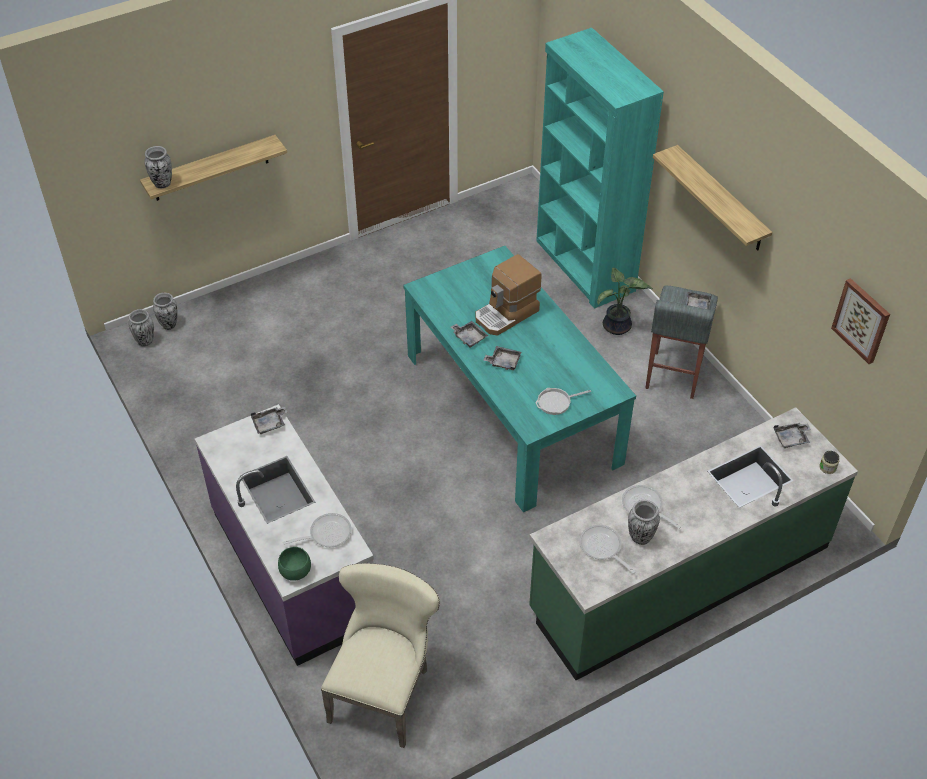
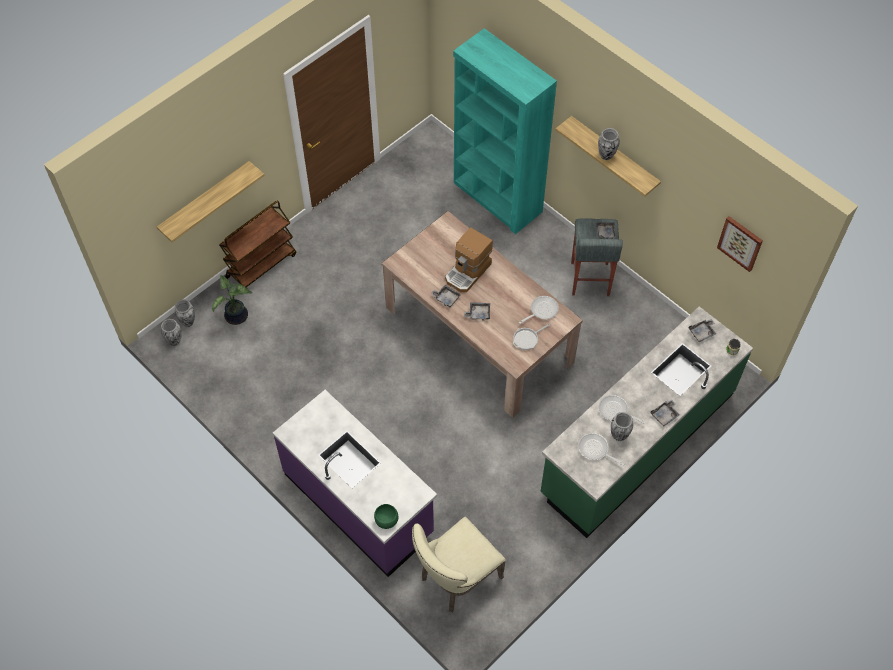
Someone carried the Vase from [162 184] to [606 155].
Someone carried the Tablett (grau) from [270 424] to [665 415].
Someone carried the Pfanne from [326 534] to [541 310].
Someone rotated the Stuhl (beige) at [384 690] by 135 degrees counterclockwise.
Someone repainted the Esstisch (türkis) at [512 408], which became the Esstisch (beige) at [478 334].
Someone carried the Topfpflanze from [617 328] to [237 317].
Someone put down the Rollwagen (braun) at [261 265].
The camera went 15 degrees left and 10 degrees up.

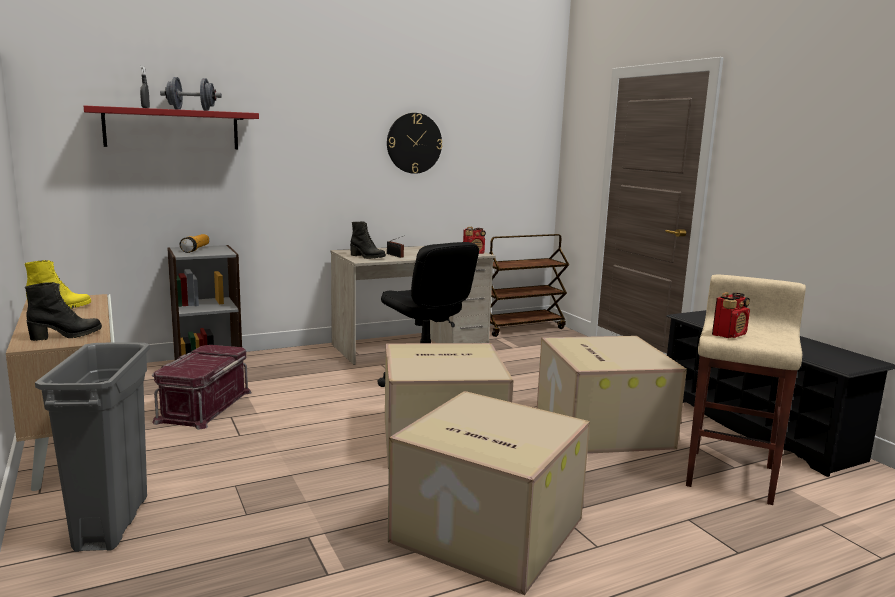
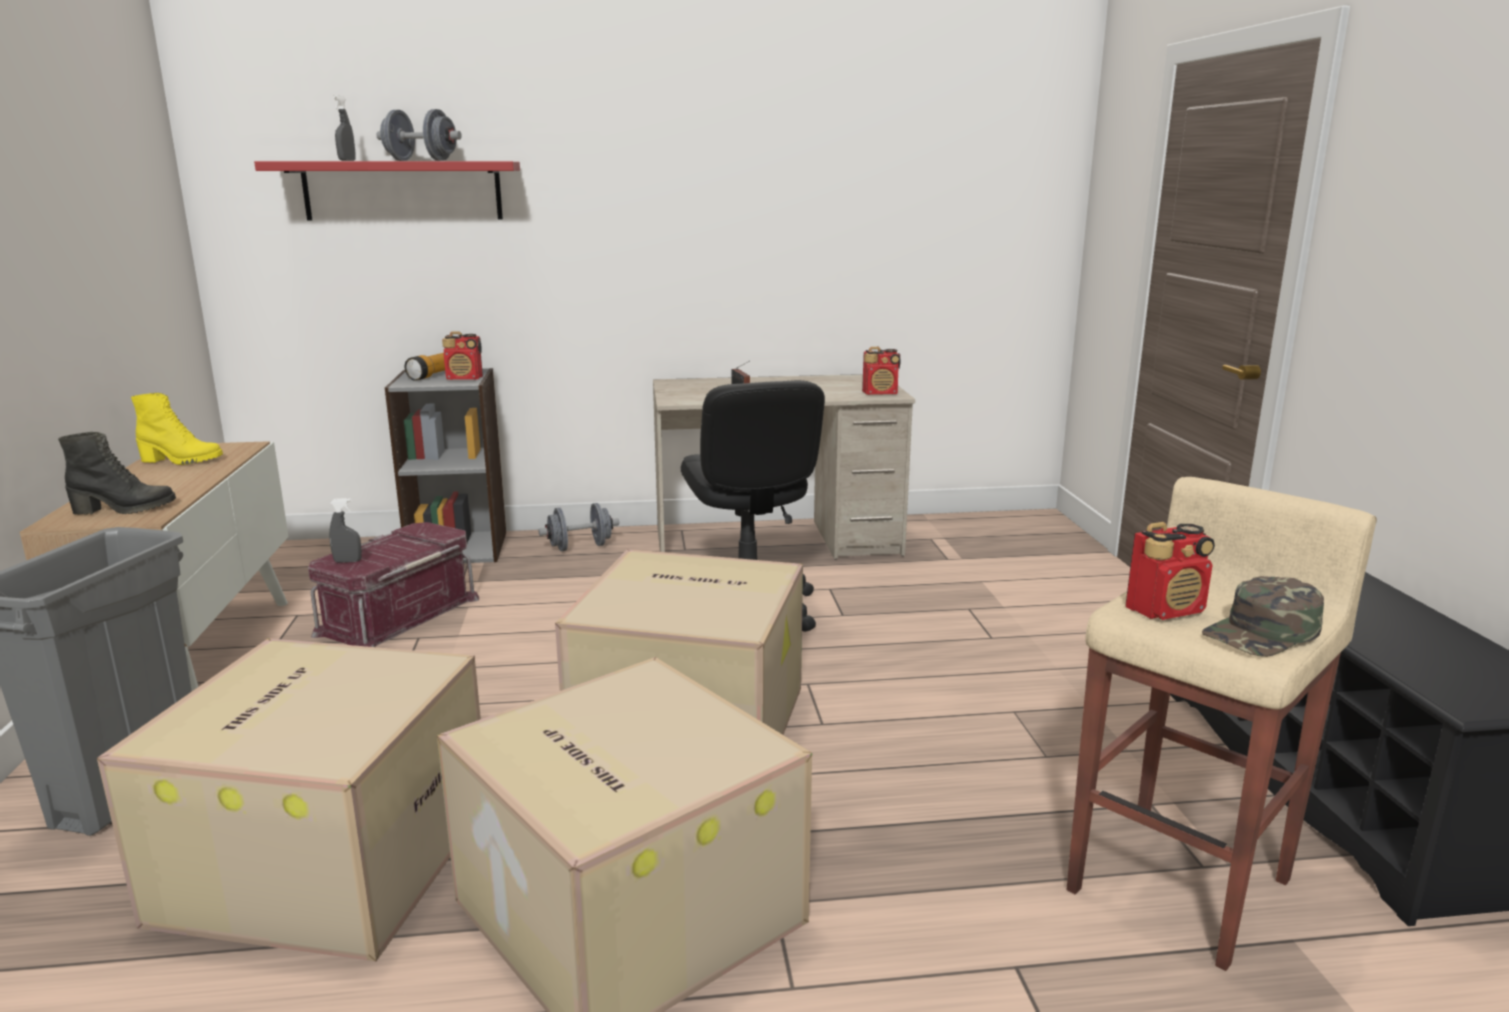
Someone took away the Stiefel (schwarz) at [367 257].
Someone took away the Wanduhr at [414 143].
Someone took away the Rollwagen (braun) at [521 328].
Someone carried the Karton from [600 427] to [327 857].
Someone put down the Sprühflasche (grau) at [348 561].
Someone put down the Radio at [465 378].
Someone put down the Hantel (grau) at [580 547].
Someone put down the Kappe (grün) at [1263 633].
The camera went 20 degrees right and 5 degrees up.

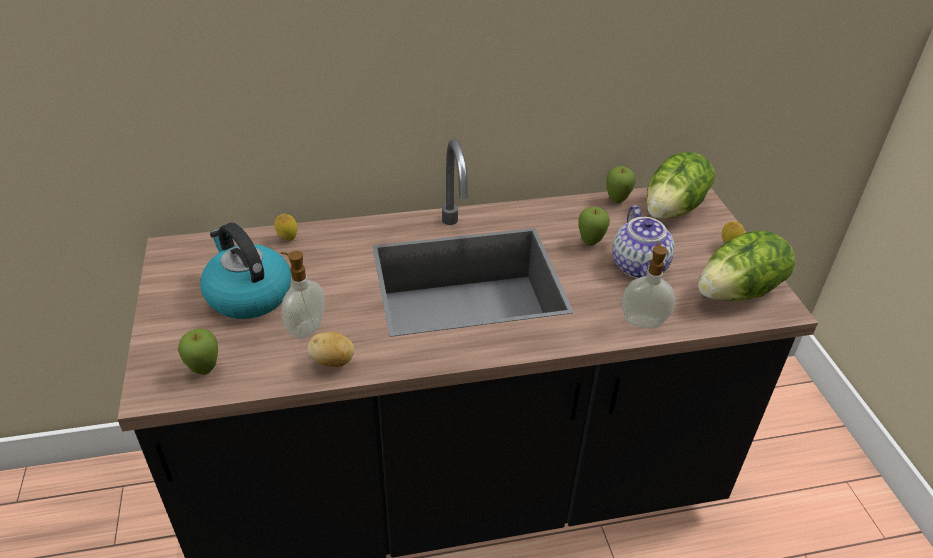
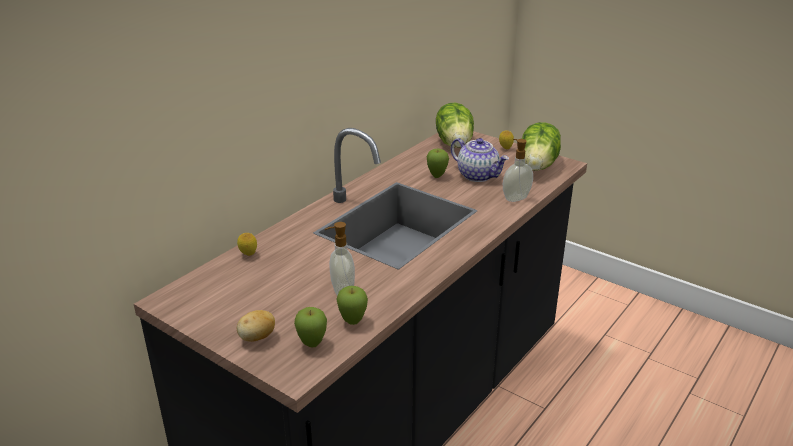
Someone took away the Wasserkessel at [248 295].
Someone carried the Kartoffel from [333 362] to [257 338].
Someone carried the Apfel from [616 201] to [353 322].
The camera went 40 degrees left and 10 degrees down.

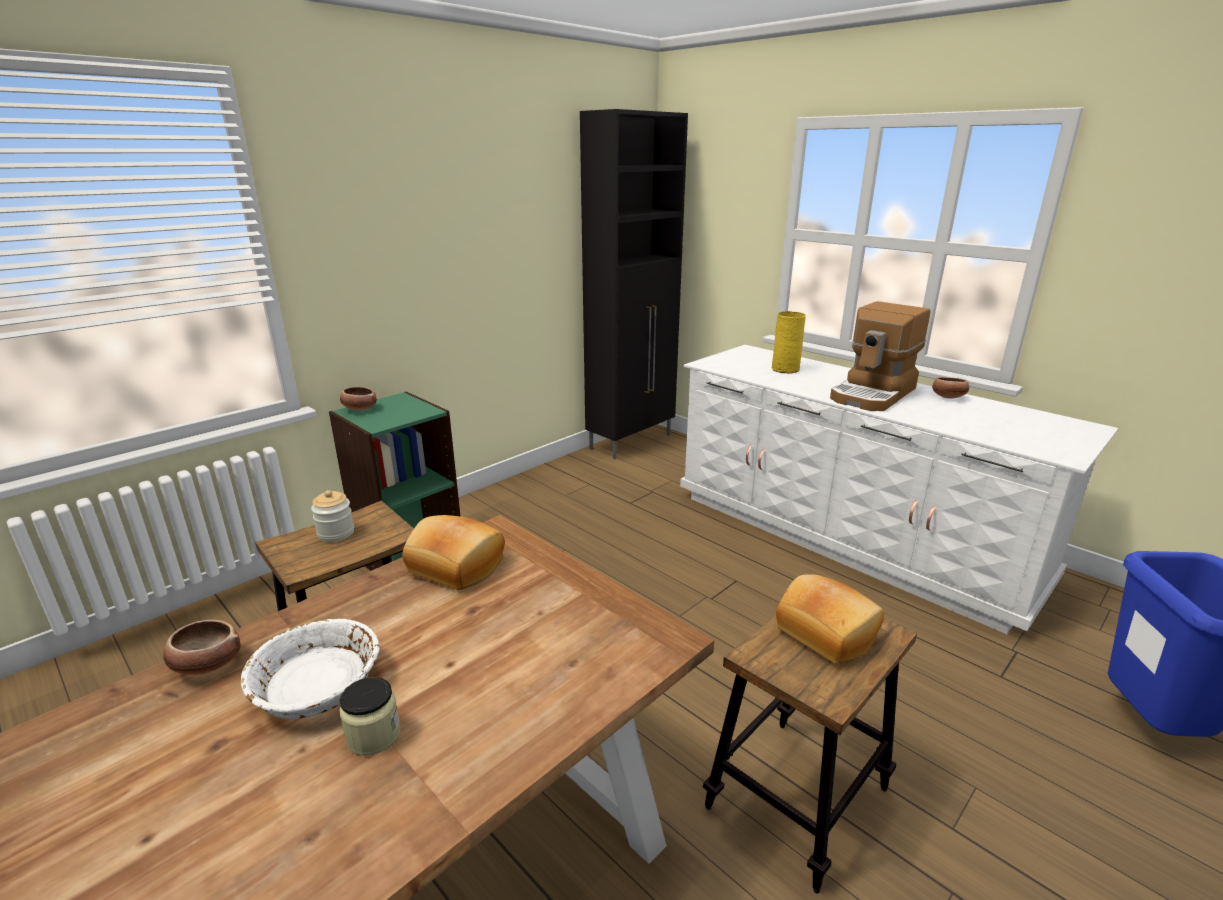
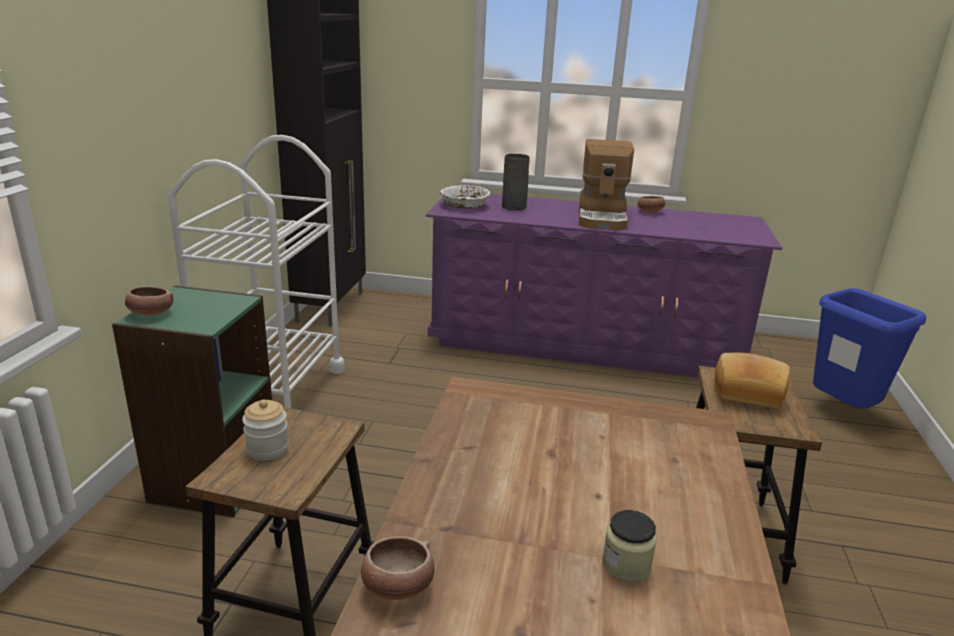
Someone carried the Schüssel (weiß) from [318 685] to [464 205].
Someone took away the Brot at [455 567].
Someone repainted the Kommode (weiß) at [847 536], which became the Kommode (lila) at [584 343].
Someone repainted the Vase (gelb) at [786 369], which became the Vase (grau) at [514 207].
Someone put down the Rollwagen (weiß) at [274 392].
The camera went 35 degrees left and 0 degrees up.

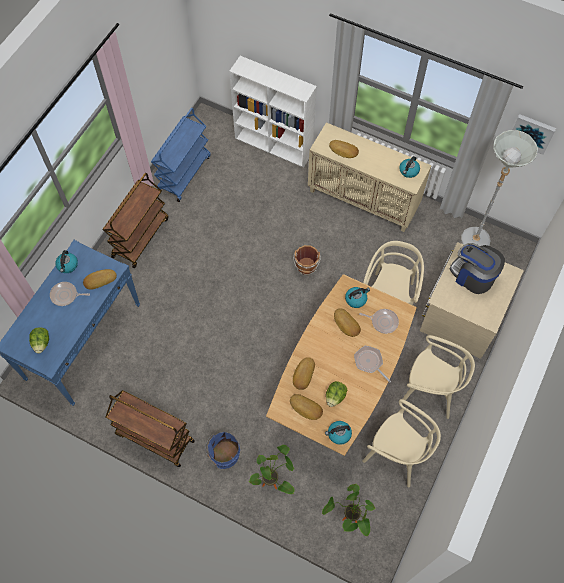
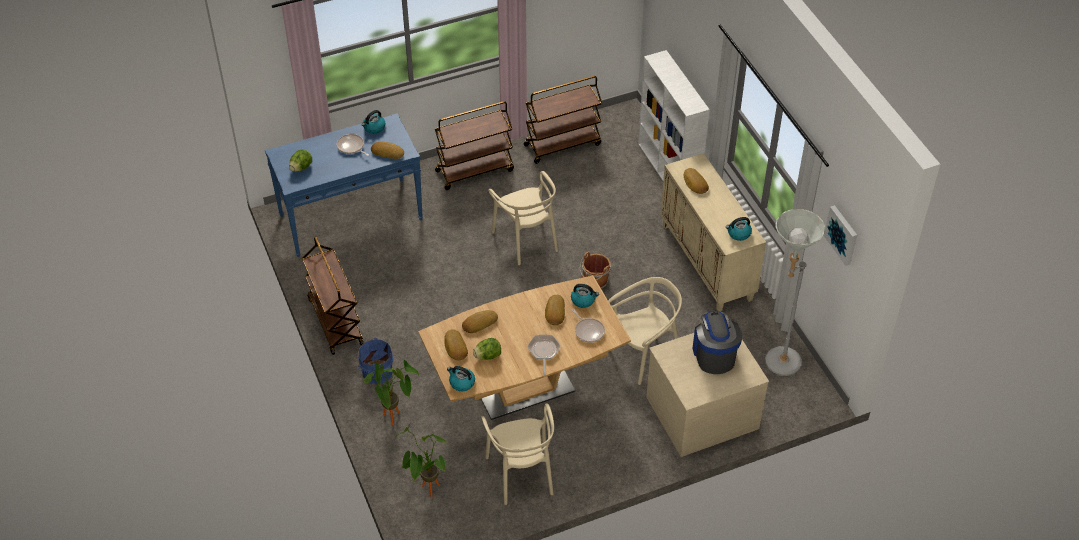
Someone repainted the Rollwagen (blau) at [184 173], which became the Rollwagen (braun) at [562 144].
Someone carried the Stuhl (beige) from [430 390] to [526 240].
The camera went 40 degrees right and 15 degrees down.

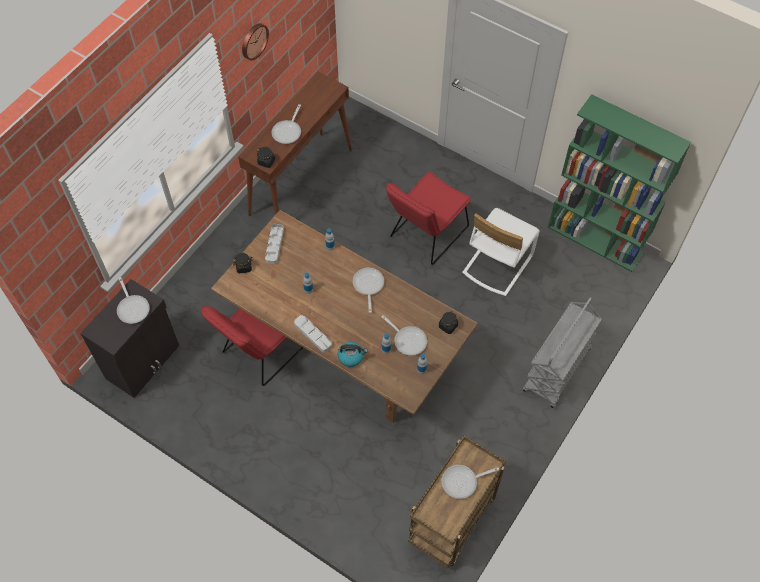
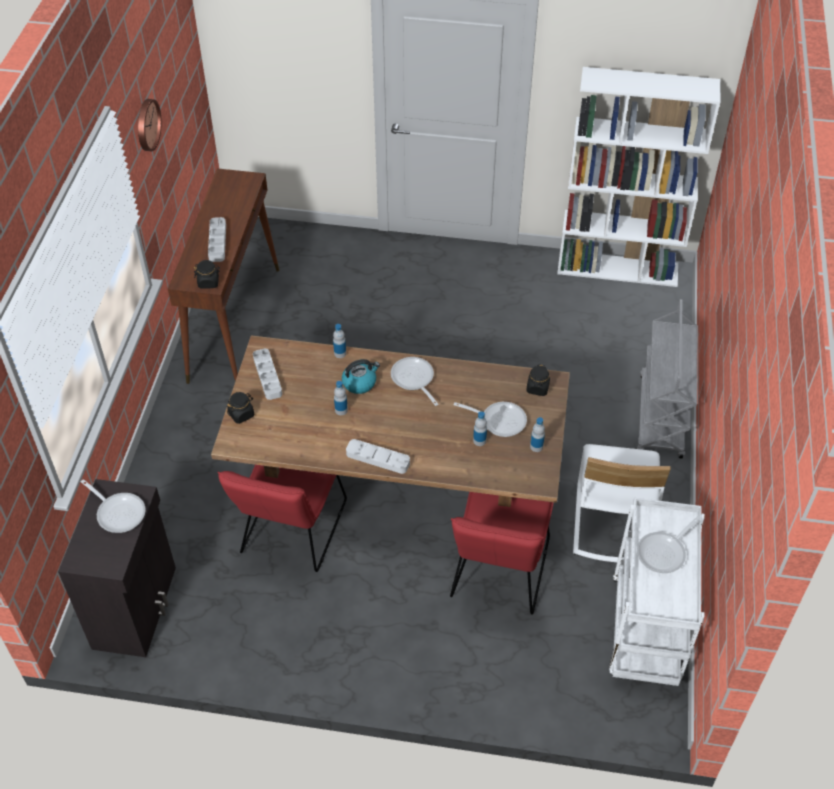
Someone swapped the Pfanne at [288 131] for the Tablett (grau) at [217 242].
Someone carried the Wasserkessel from [351 356] to [360 383].
Someone carried the Stuhl (rot) from [425 235] to [498 574].
Someone repainted the Rollwagen (braun) at [452 521], which became the Rollwagen (weiß) at [646 632].
Someone carried the Stuhl (weiß) from [497 264] to [610 523].
Someone repainted the Bücherregal (grün) at [596 240], which became the Bücherregal (weiß) at [618 268].
The camera went 25 degrees left and 10 degrees down.

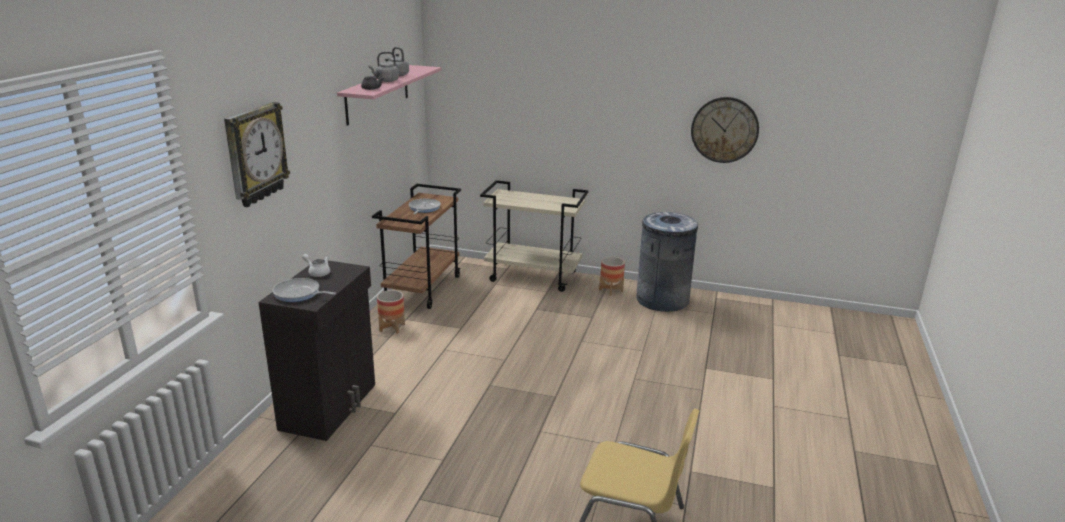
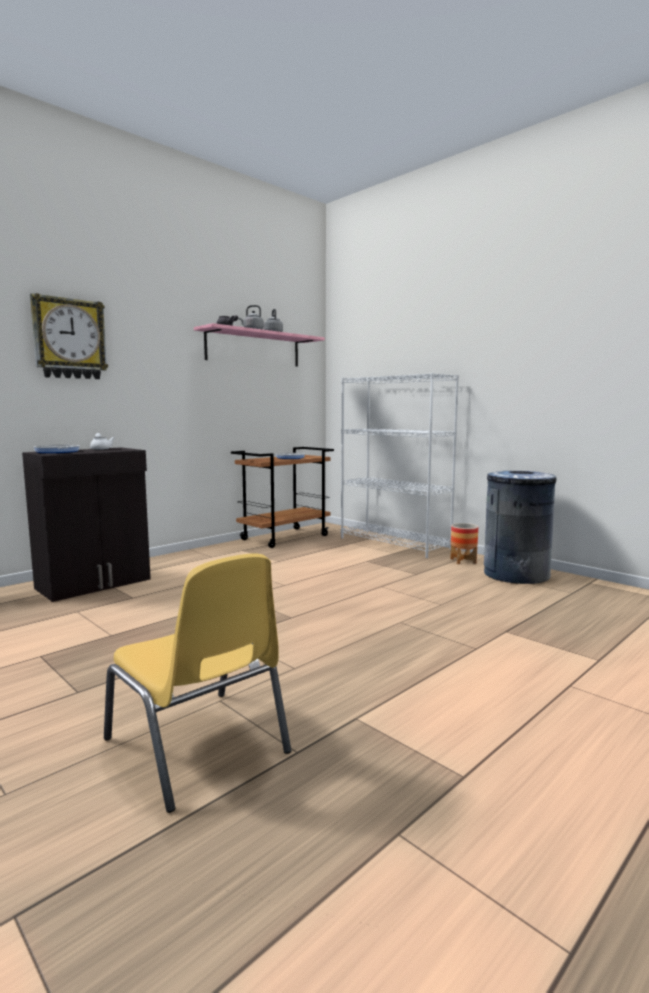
Someone took away the Pflanzkübel at [392 328].
Someone swapped the Rollwagen (beige) at [534 277] for the Bücherregal (weiß) at [395 543].
Someone took away the Wanduhr at [724 130].
The camera went 30 degrees right and 15 degrees down.

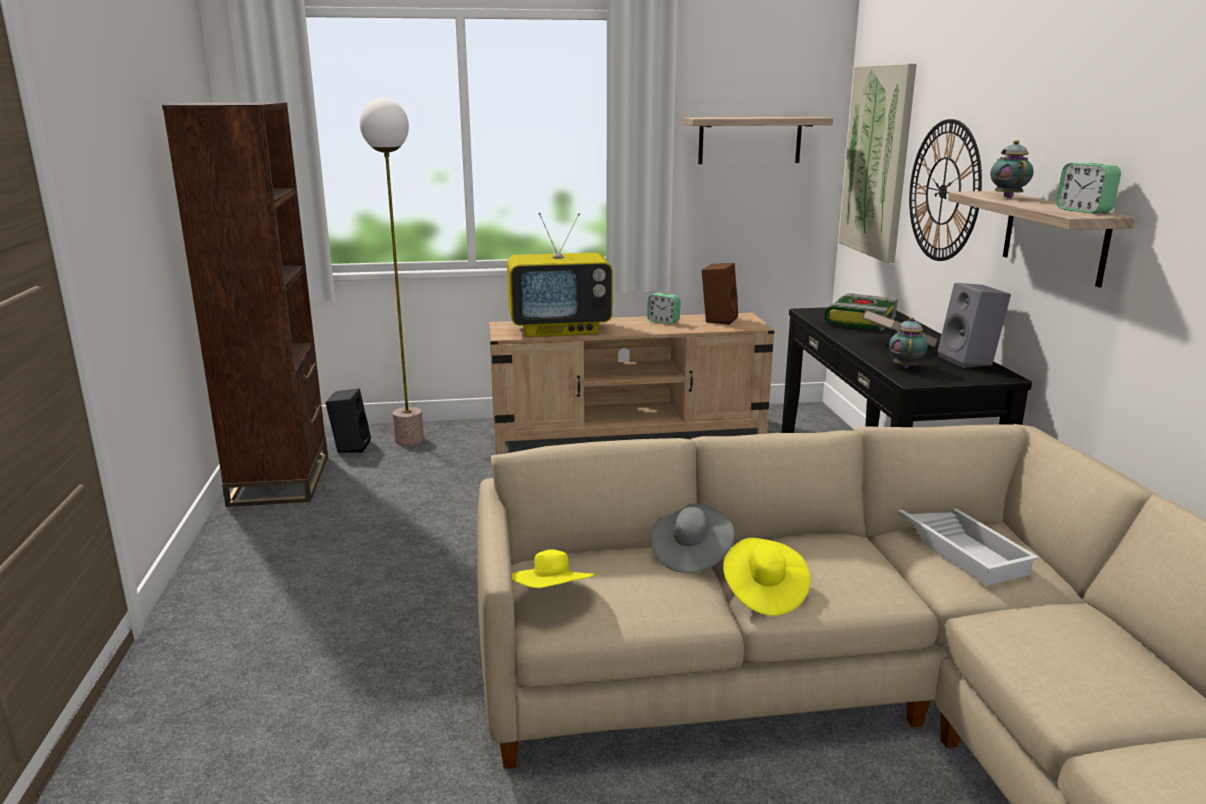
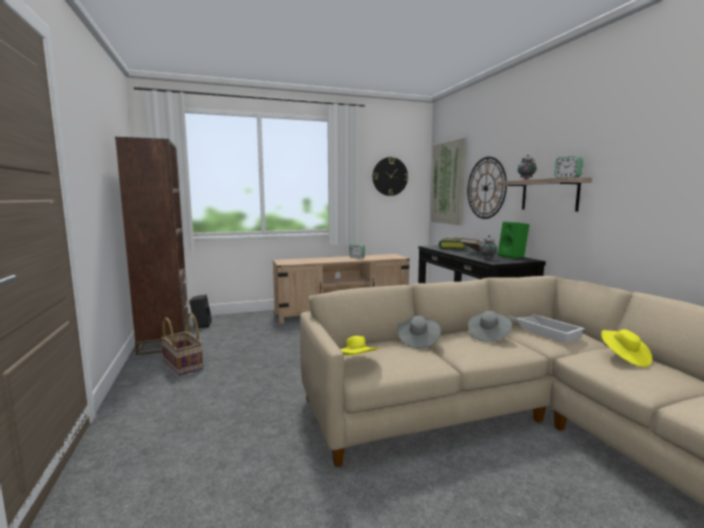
Someone took away the Stehlampe at [409 440].
Someone took away the Fernseher at [560 329].
Someone swapped the Wandregal at [750 140] for the Wanduhr at [390 176].
Someone took away the Lautsprecher (braun) at [718 319].
Someone carried the Hut (gelb) from [763 593] to [624 358].
Someone repainted the Lautsprecher (grau) at [969 361], which became the Lautsprecher (grün) at [513 256].
Someone put down the Korb at [184 365].
Someone put down the Hut (grau) at [488 335].
The camera went 10 degrees left and 10 degrees down.

